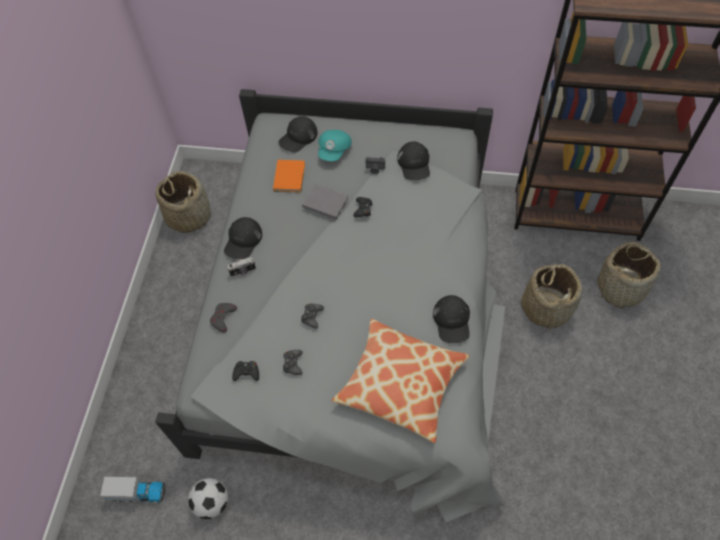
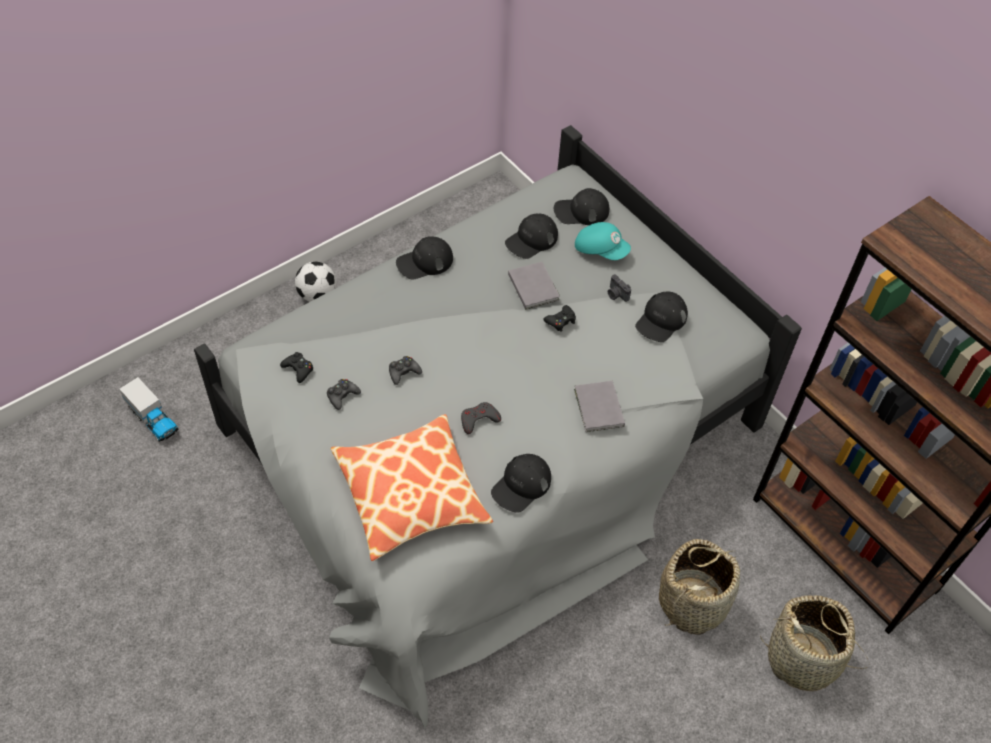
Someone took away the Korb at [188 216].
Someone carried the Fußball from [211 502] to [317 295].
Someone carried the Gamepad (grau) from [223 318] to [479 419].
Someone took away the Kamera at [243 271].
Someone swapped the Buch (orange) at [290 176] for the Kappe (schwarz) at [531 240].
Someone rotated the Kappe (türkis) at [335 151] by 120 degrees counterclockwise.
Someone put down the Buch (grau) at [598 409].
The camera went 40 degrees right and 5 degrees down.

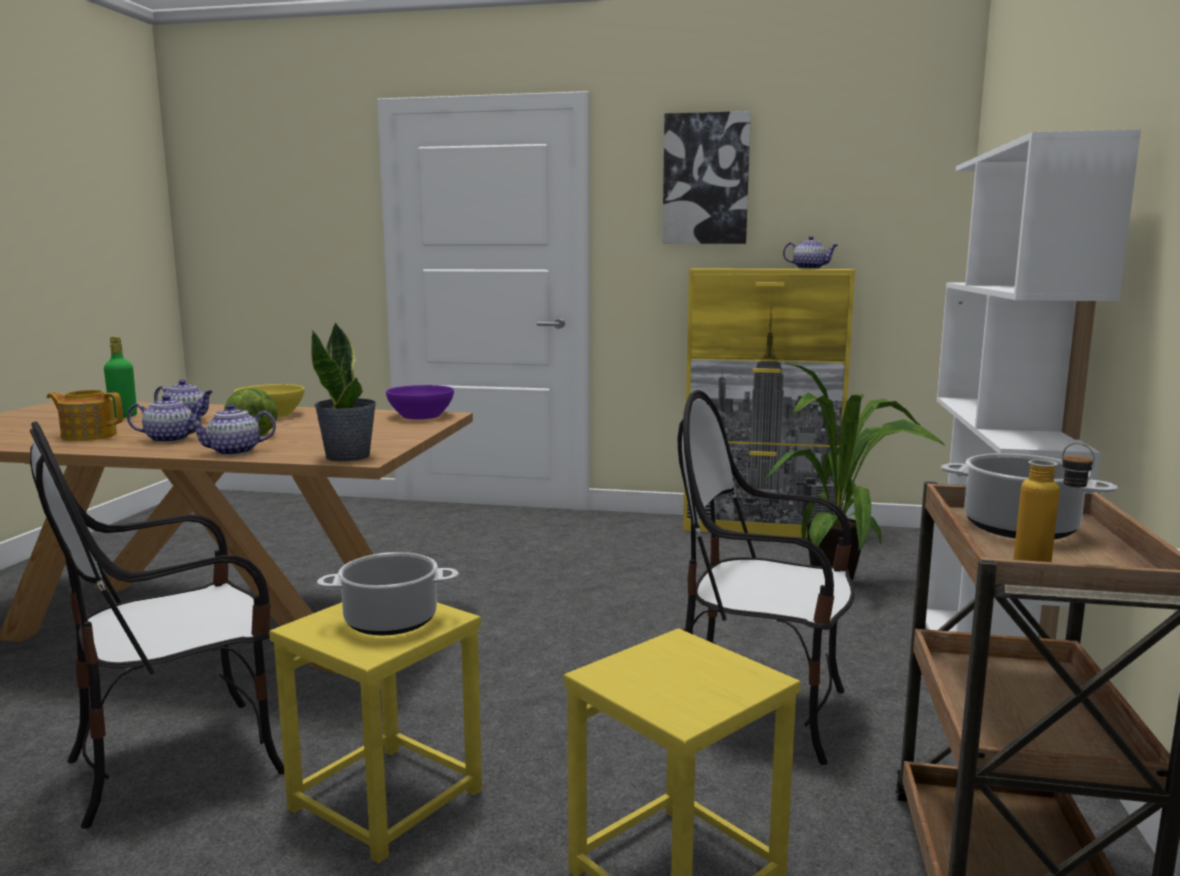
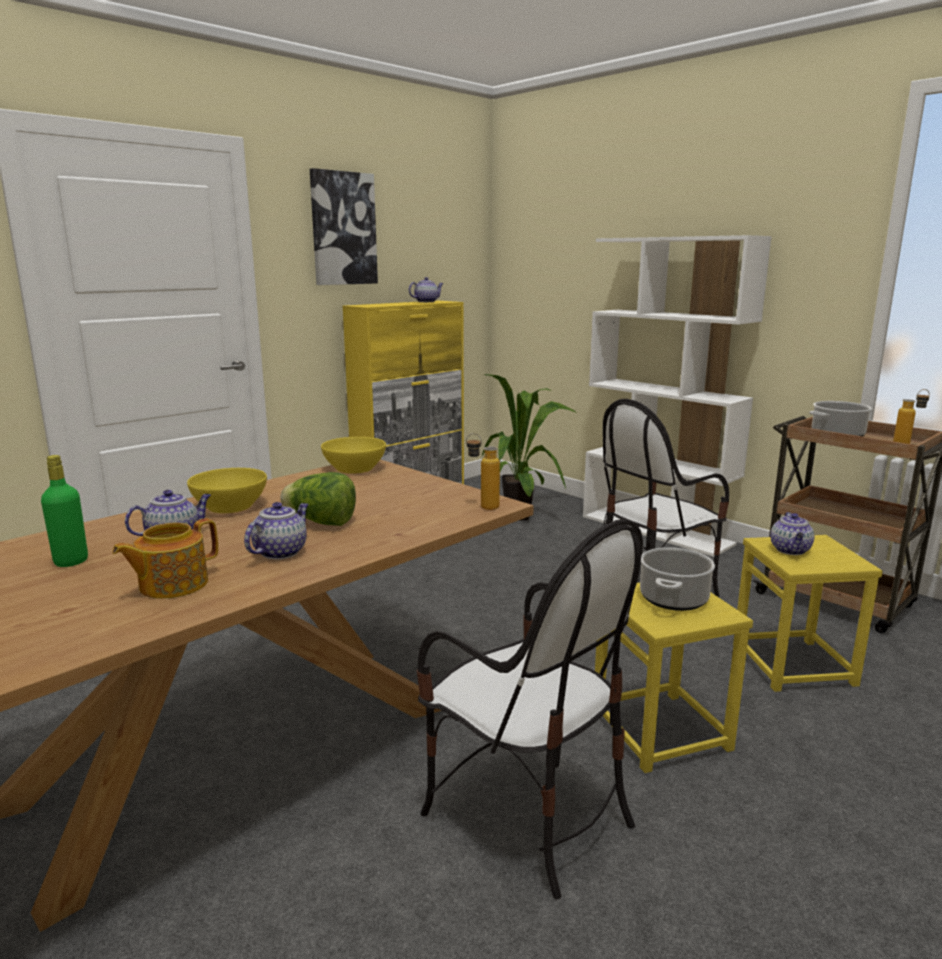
Someone rotated the Stuhl at [179 761] by 45 degrees counterclockwise.
Someone carried the Teekanne from [233 452] to [790 550].
Someone swapped the Topfpflanze at [348 456] for the Flasche at [482 506].
Someone repainted the Schüssel (lila) at [420 416], which became the Schüssel (gelb) at [354 468].
The camera went 55 degrees left and 5 degrees up.

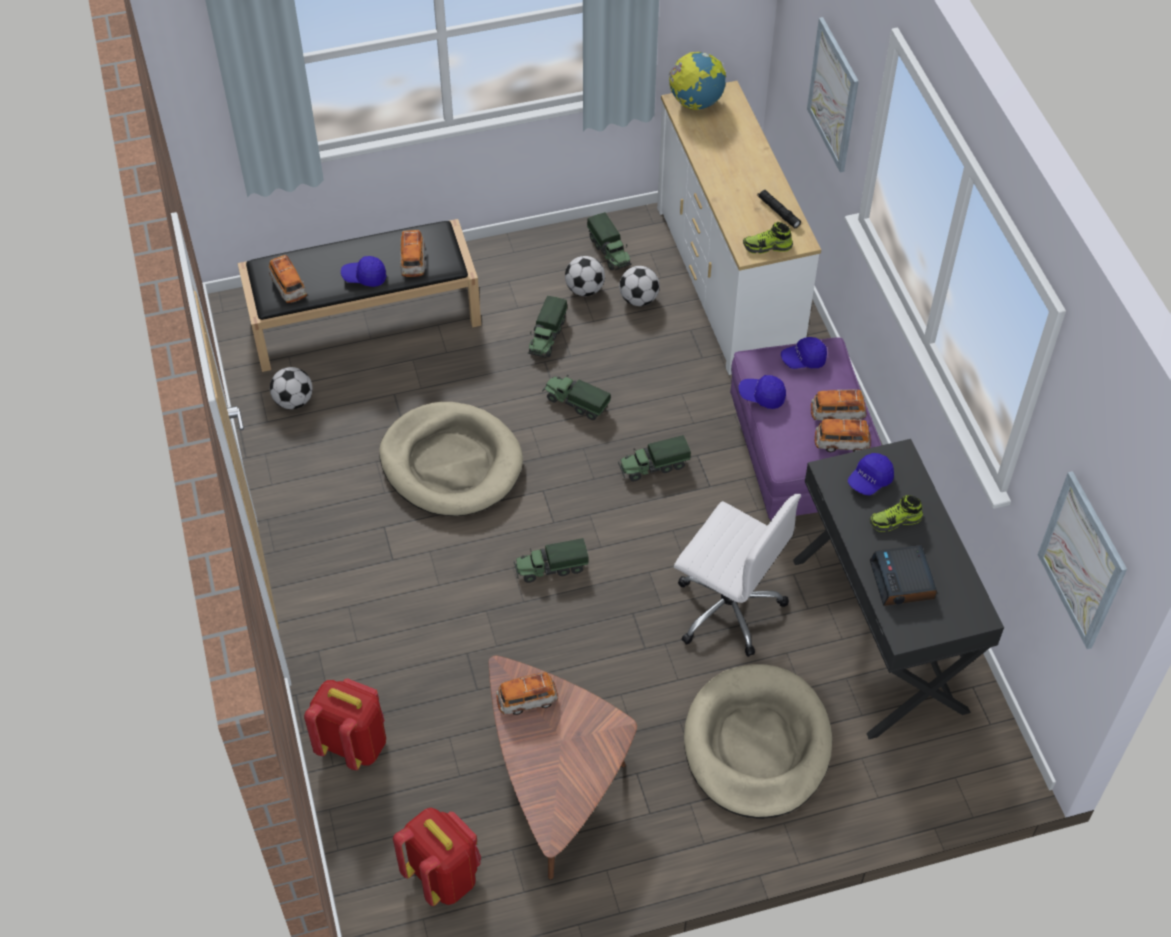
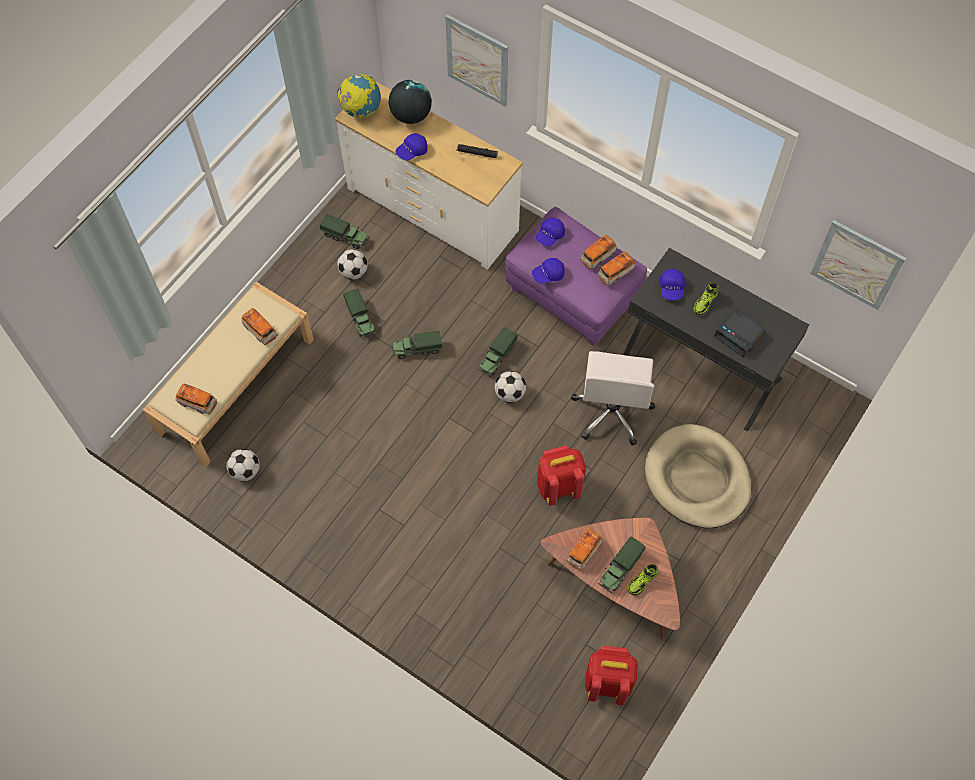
Someone repainted the Bank (schwarz) at [365 317], which became the Bank (beige) at [236 384].
Someone carried the Rucksack (rot) from [353 744] to [558 486].
Someone carried the Kappe (blau) from [364 277] to [412 151].
Someone took away the Hundebett (beige) at [451 463].
Someone carried the Spielzeuglaster from [551 568] to [620 569].
Someone carried the Fußball from [639 299] to [510 393].
Someone rotated the Bürostuhl (weiß) at [727 607] by 105 degrees clockwise.
Someone carried the Schuh from [767 247] to [642 581].
Someone put down the Globus at [411 115].
The camera went 40 degrees left and 10 degrees up.

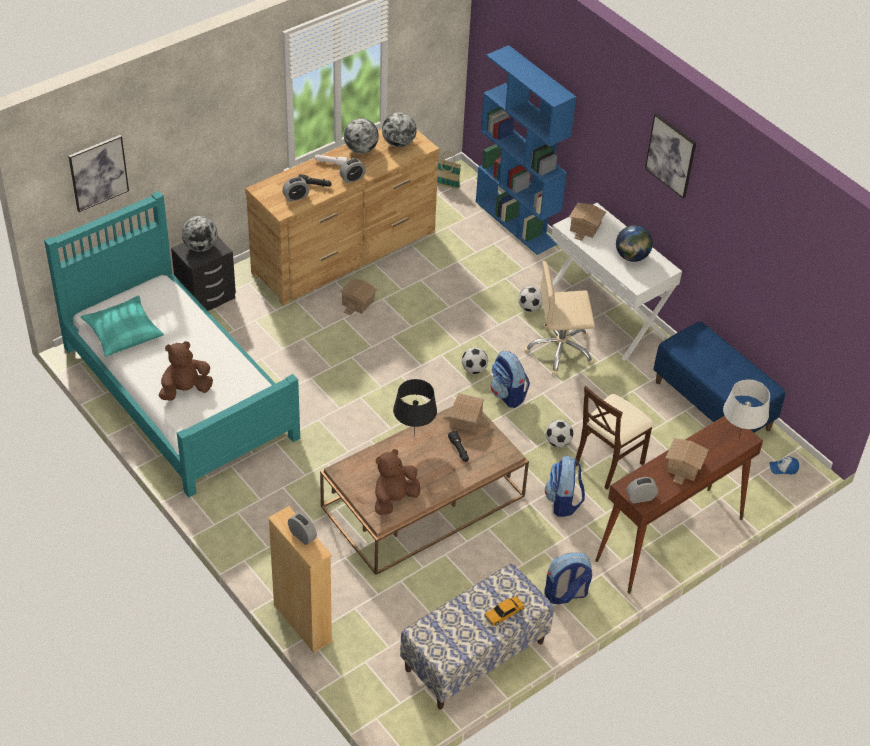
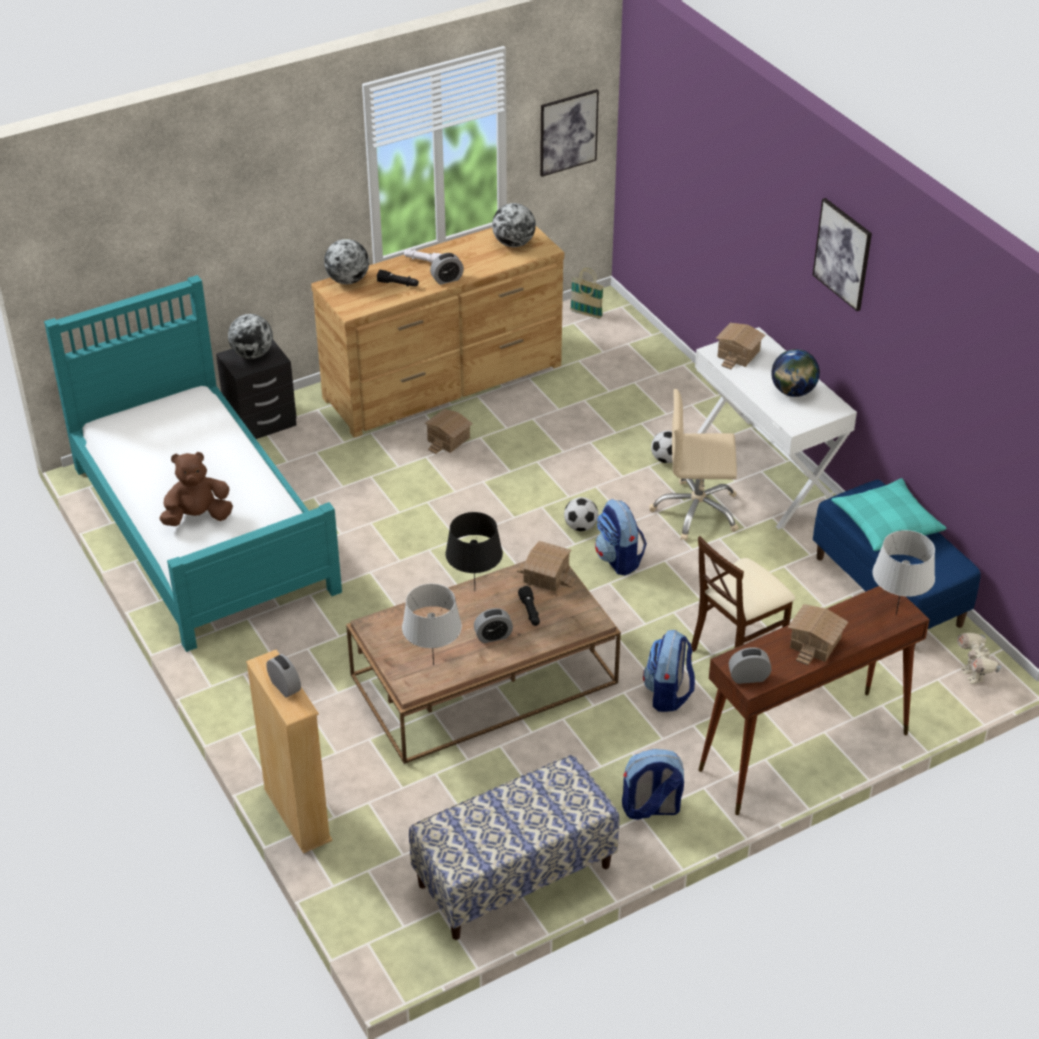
Someone carried the Bild from [98 172] to [568 132].
Someone carried the Kissen (türkis) from [123 332] to [886 523].
Someone carried the Wecker from [296 197] to [493 636].
Someone carried the Globus from [361 149] to [348 280].
Someone swapped the Plüschtier (braun) at [394 499] for the Tischlampe (grau) at [433 664].
Someone took away the Bücherregal (blau) at [517 223].
Someone took away the Spielzeugauto at [504 613].
Someone took away the Fußball at [558 442].
Someone swapped the Kappe at [783 468] for the Spielzeugroboter at [973 675].
The camera went 10 degrees right and 5 degrees down.

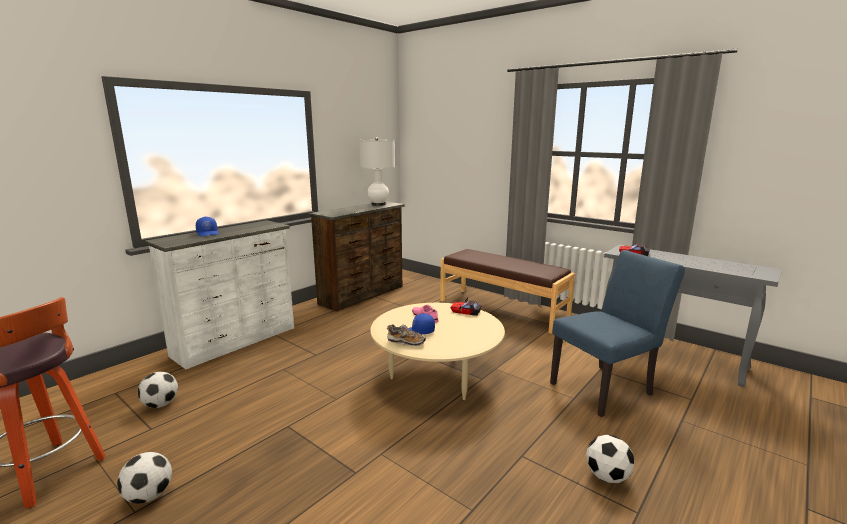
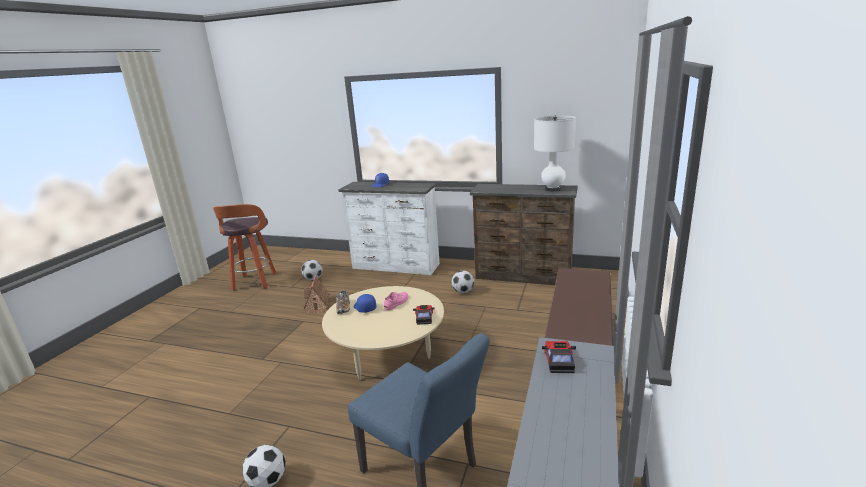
Someone carried the Fußball from [149 496] to [463 292].
Someone put down the Spielzeughaus at [317 305].
The camera went 70 degrees right and 5 degrees up.

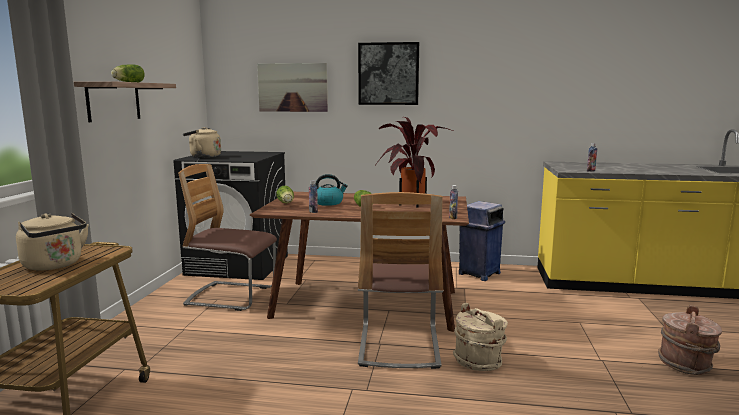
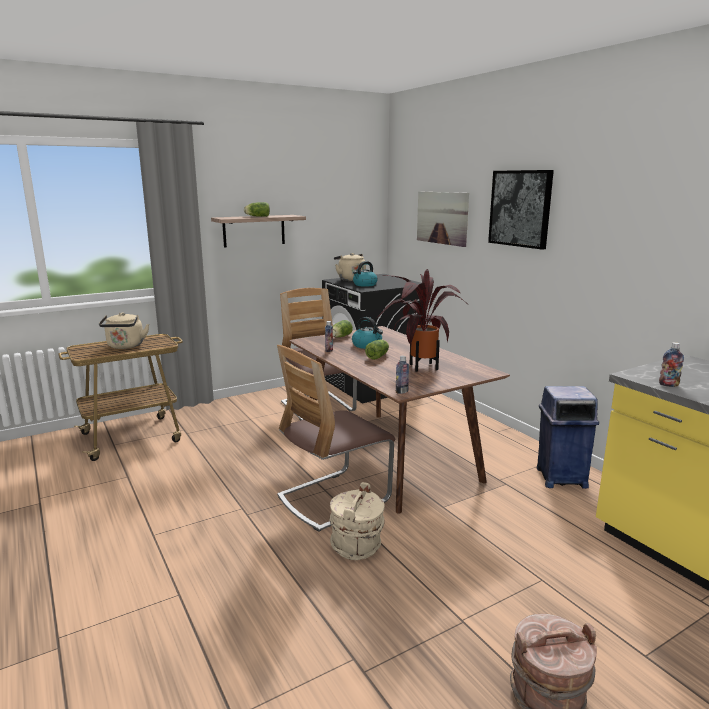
Someone put down the Wasserkessel at [364 285].
The camera went 50 degrees right and 5 degrees up.

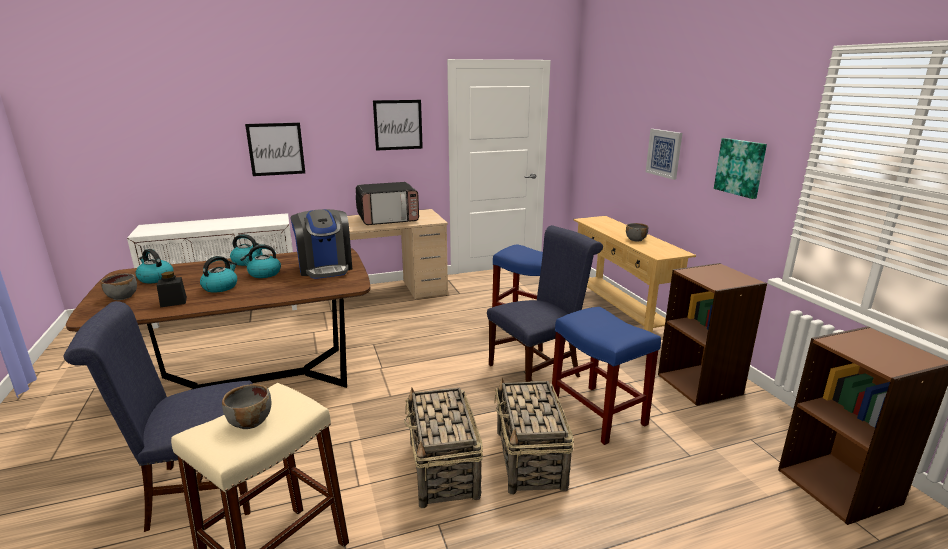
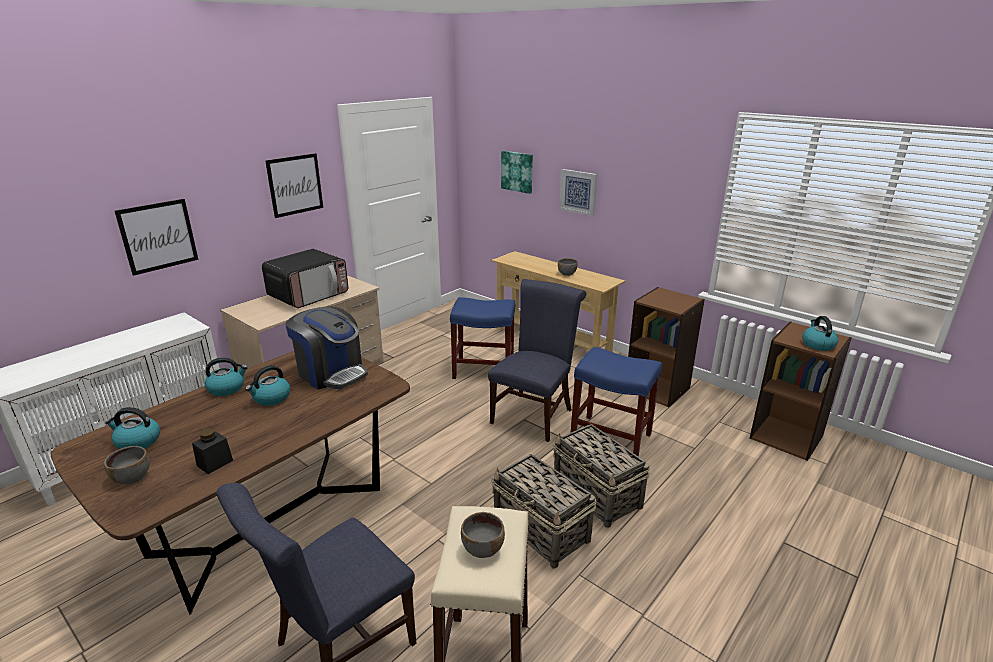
Someone carried the Wasserkessel from [220 287] to [817 344].
Someone carried the Bild from [741 167] to [517 171].
The camera went 30 degrees left and 5 degrees up.

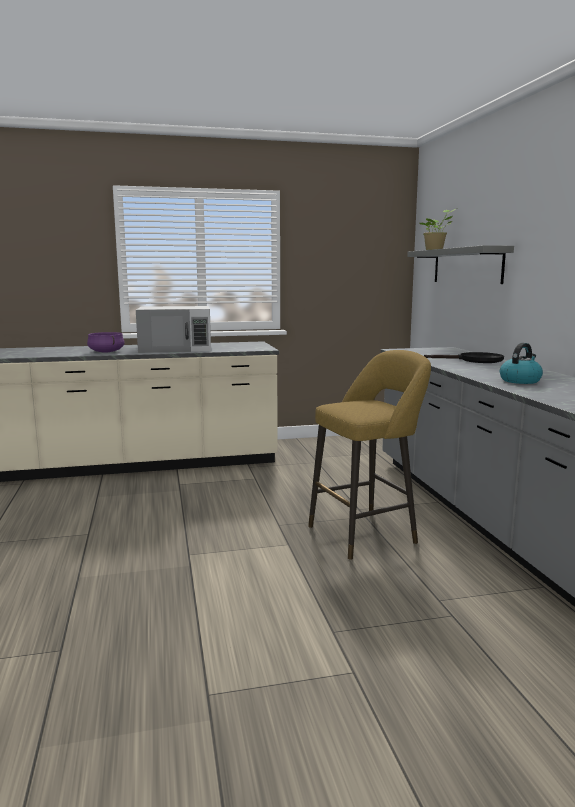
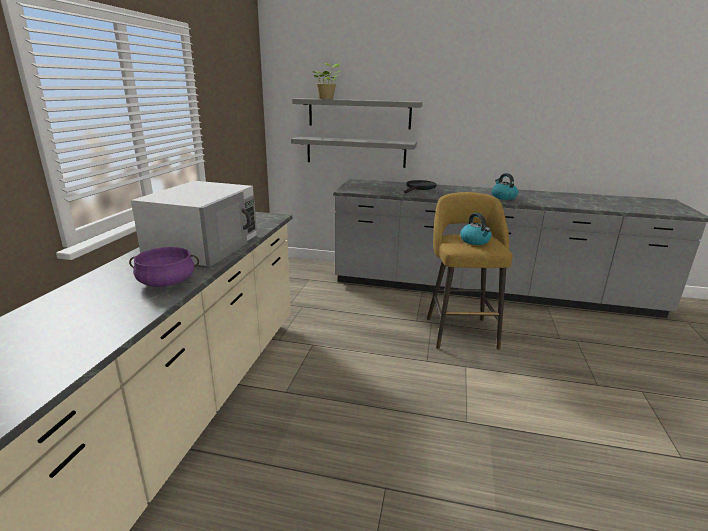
Someone put up the Wandregal (grau) at [355 152].
Someone put down the Wasserkessel at [475 241].
The camera went 65 degrees left and 10 degrees up.

